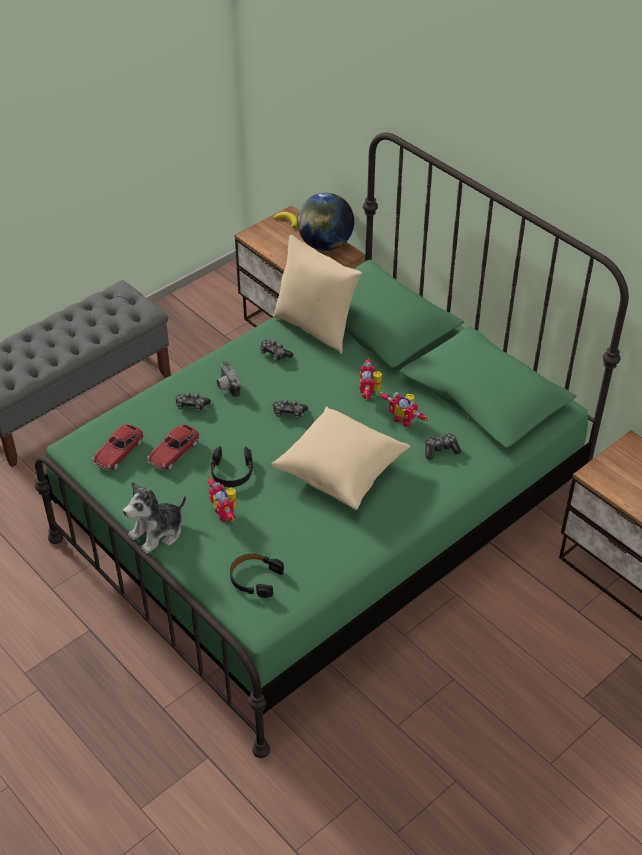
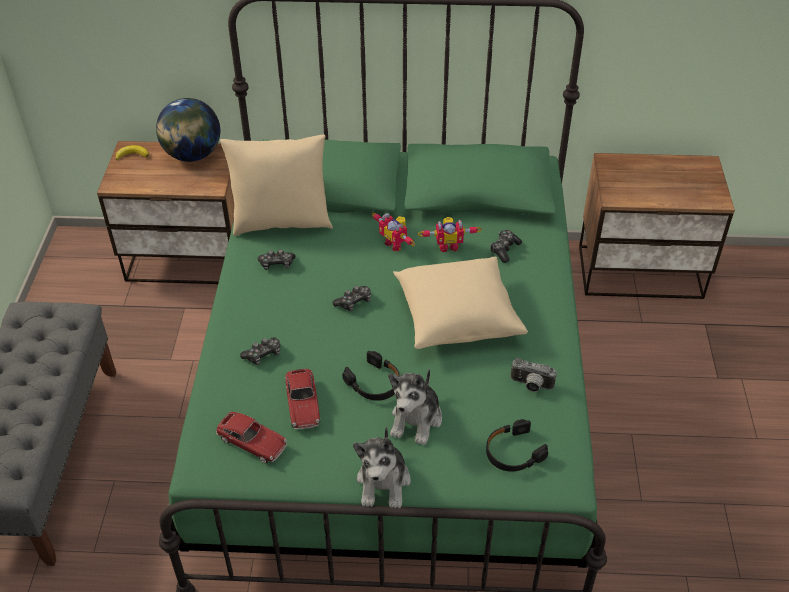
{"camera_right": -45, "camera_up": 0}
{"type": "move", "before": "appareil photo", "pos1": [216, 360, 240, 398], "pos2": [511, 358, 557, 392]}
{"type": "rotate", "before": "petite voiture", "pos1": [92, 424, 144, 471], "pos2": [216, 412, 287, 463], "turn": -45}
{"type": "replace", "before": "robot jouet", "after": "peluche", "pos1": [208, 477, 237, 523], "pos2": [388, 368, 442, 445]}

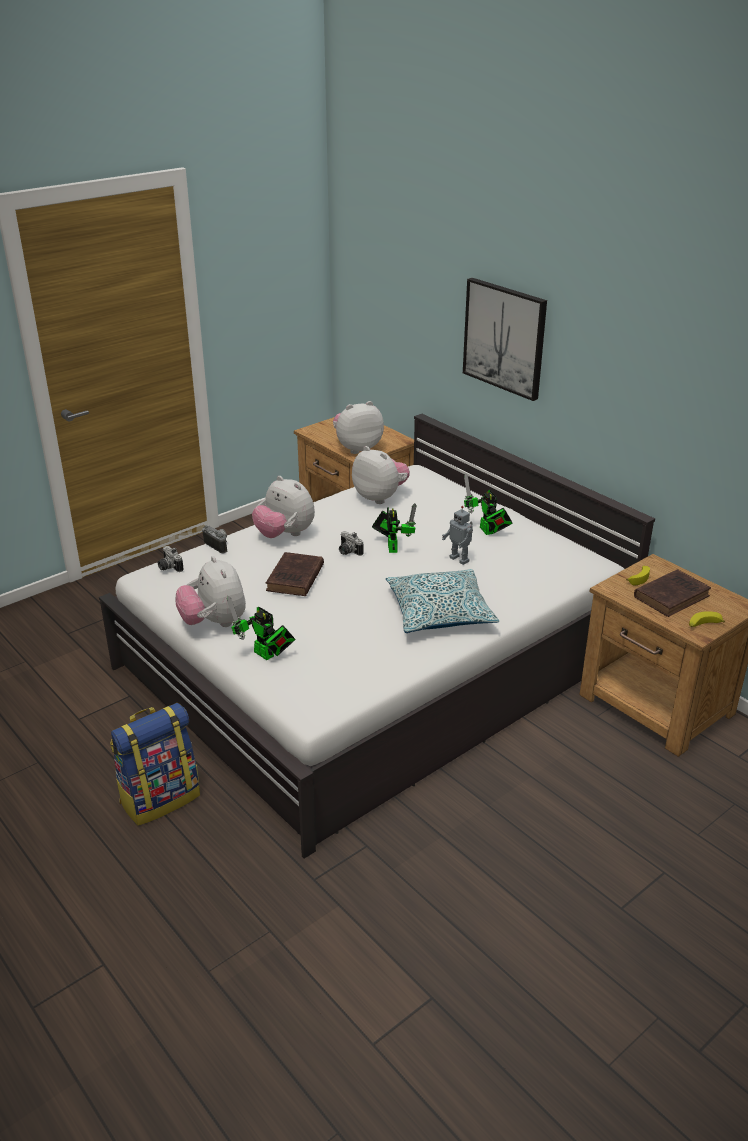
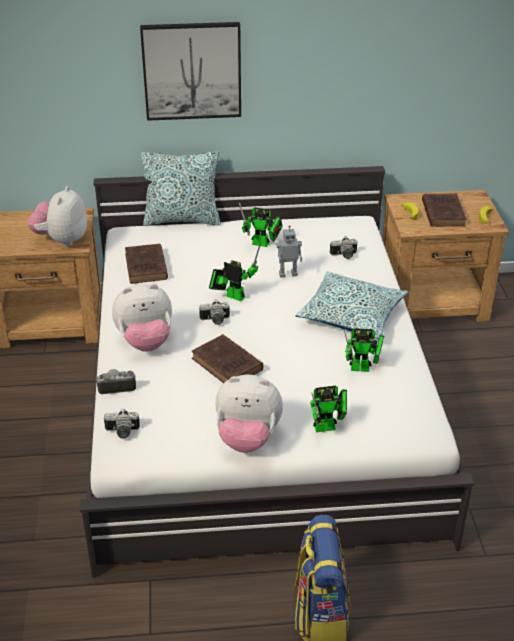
{"camera_right": -55, "camera_up": 5}
{"type": "replace", "before": "peluche", "after": "livre (marron)", "pos1": [352, 446, 410, 504], "pos2": [125, 244, 168, 284]}
{"type": "insert", "after": "coussin", "pos2": [141, 151, 221, 226]}
{"type": "insert", "after": "appareil photo", "pos2": [330, 236, 358, 259]}
{"type": "insert", "after": "robot jouet", "pos2": [344, 329, 384, 372]}

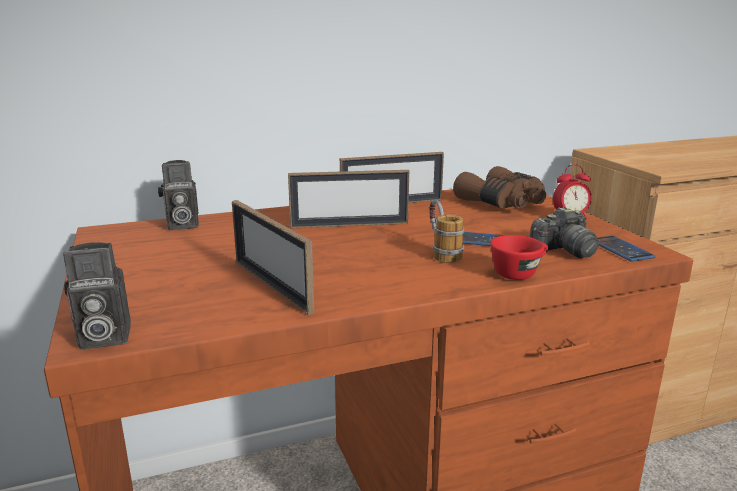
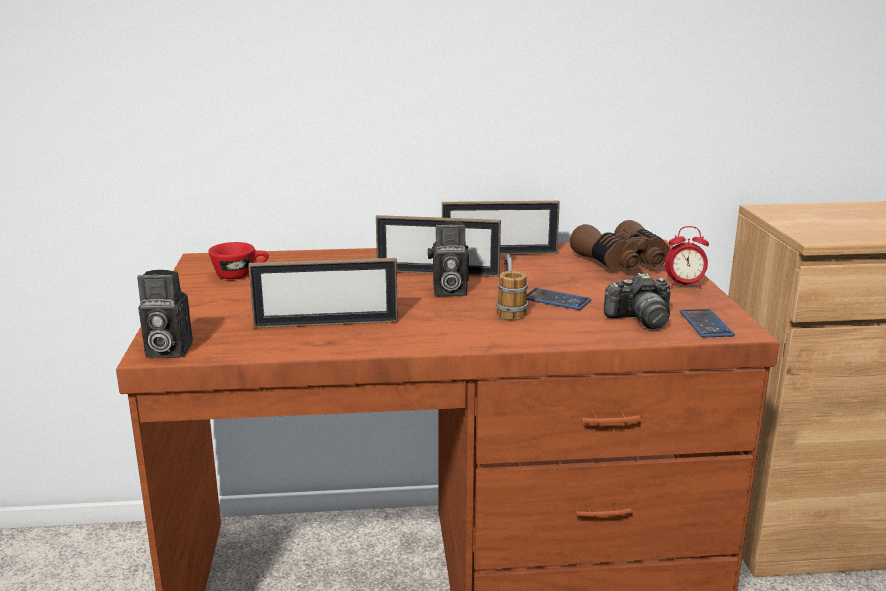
{"camera_right": 15, "camera_up": 0}
{"type": "move", "before": "appareil photo", "pos1": [158, 160, 199, 230], "pos2": [427, 221, 469, 296]}
{"type": "rotate", "before": "cadre photo", "pos1": [232, 200, 314, 315], "pos2": [248, 258, 398, 328], "turn": -75}
{"type": "move", "before": "tasse (rouge)", "pos1": [490, 235, 548, 280], "pos2": [208, 242, 269, 279]}

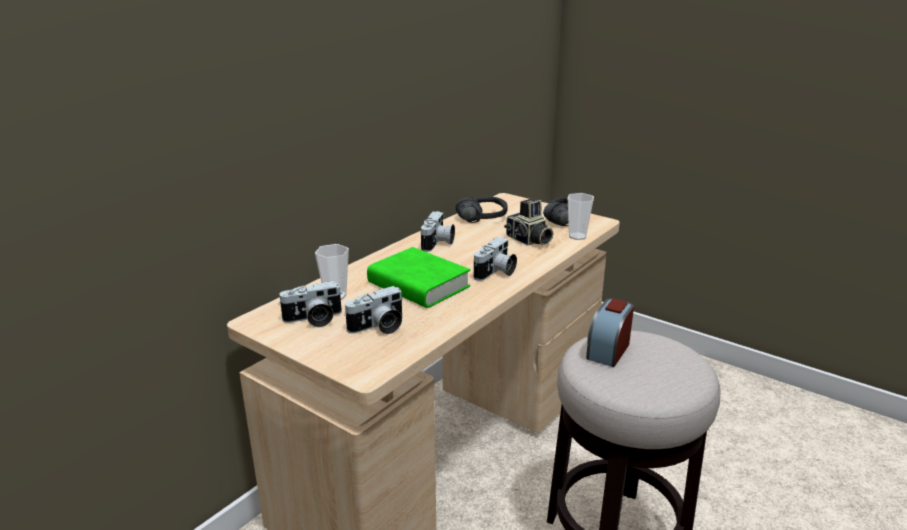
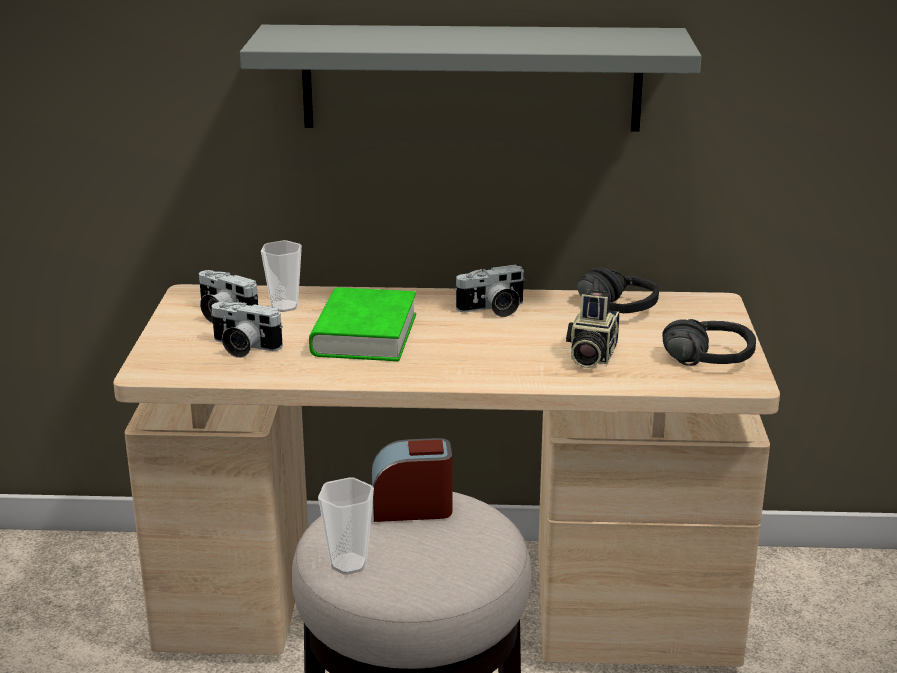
{"camera_right": 55, "camera_up": 0}
{"type": "move", "before": "tasse", "pos1": [568, 193, 594, 240], "pos2": [318, 477, 374, 575]}
{"type": "delete", "before": "appareil photo", "pos1": [474, 237, 517, 281]}
{"type": "insert", "after": "étagère (gris)", "pos2": [240, 25, 702, 132]}

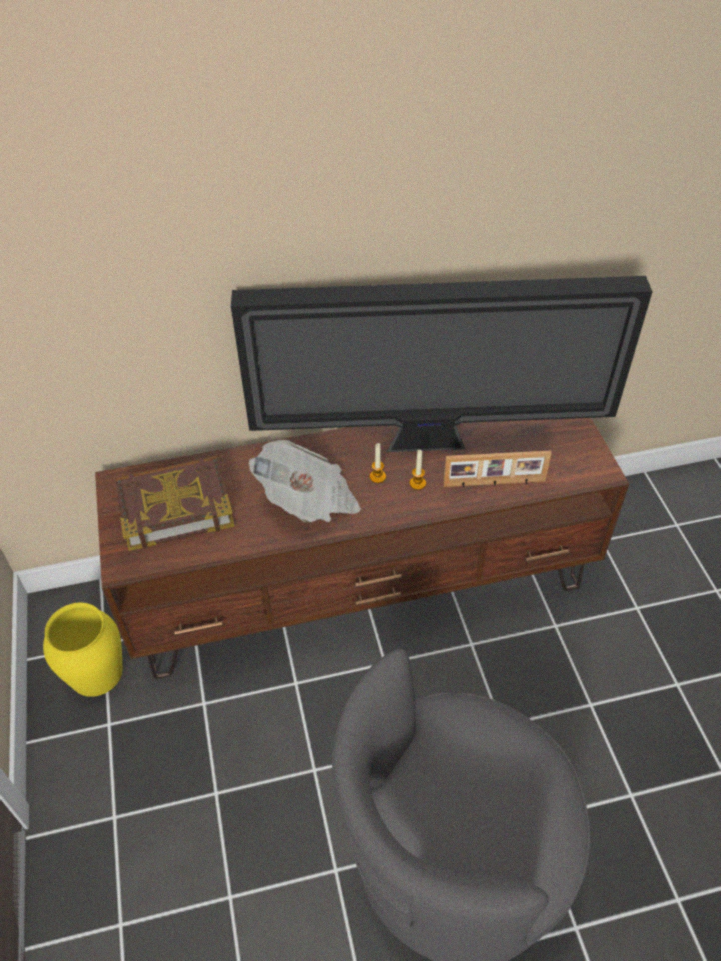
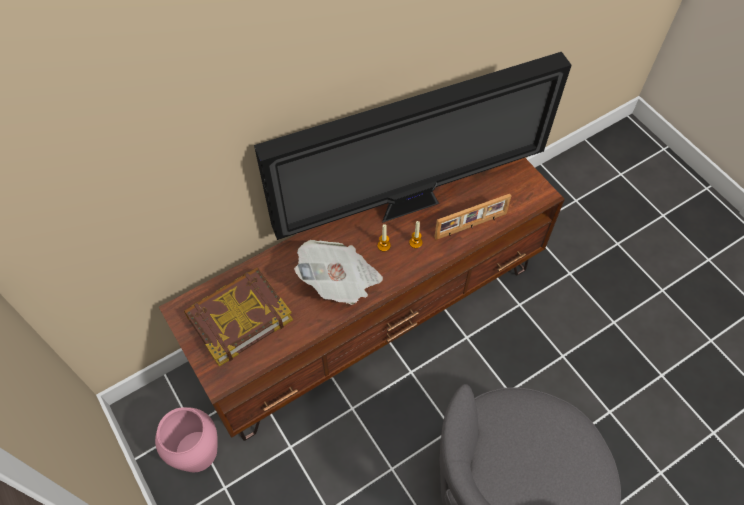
{"camera_right": -20, "camera_up": 10}
{"type": "recolor", "before": "vase (jaune)", "after": "vase (rose)", "pos1": [43, 603, 122, 697], "pos2": [155, 407, 218, 472]}

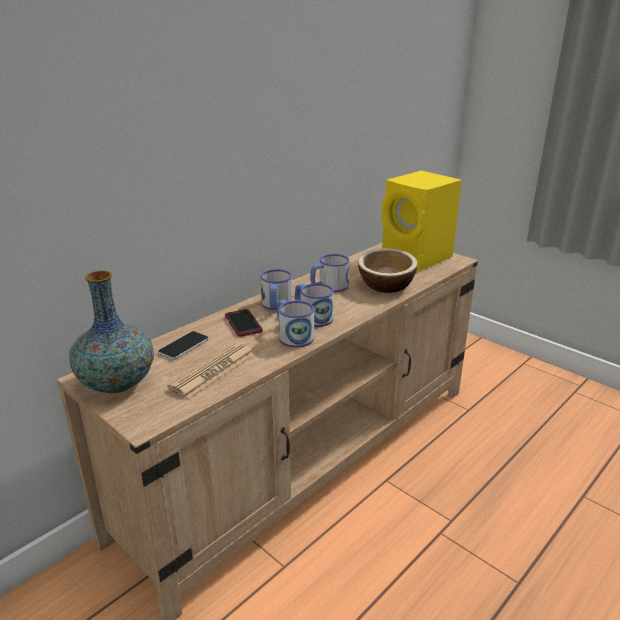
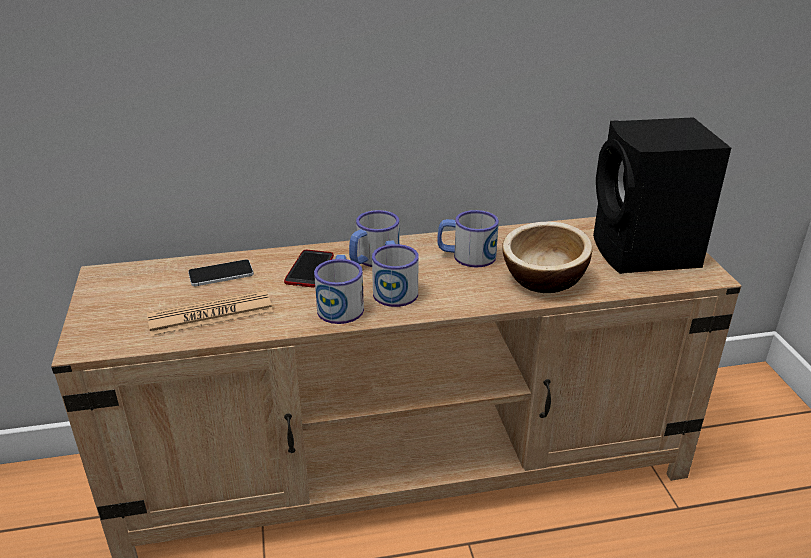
{"camera_right": 35, "camera_up": 5}
{"type": "recolor", "before": "enceinte (jaune)", "after": "enceinte (noir)", "pos1": [381, 171, 462, 271], "pos2": [593, 117, 731, 274]}
{"type": "delete", "before": "vase", "pos1": [69, 271, 154, 393]}

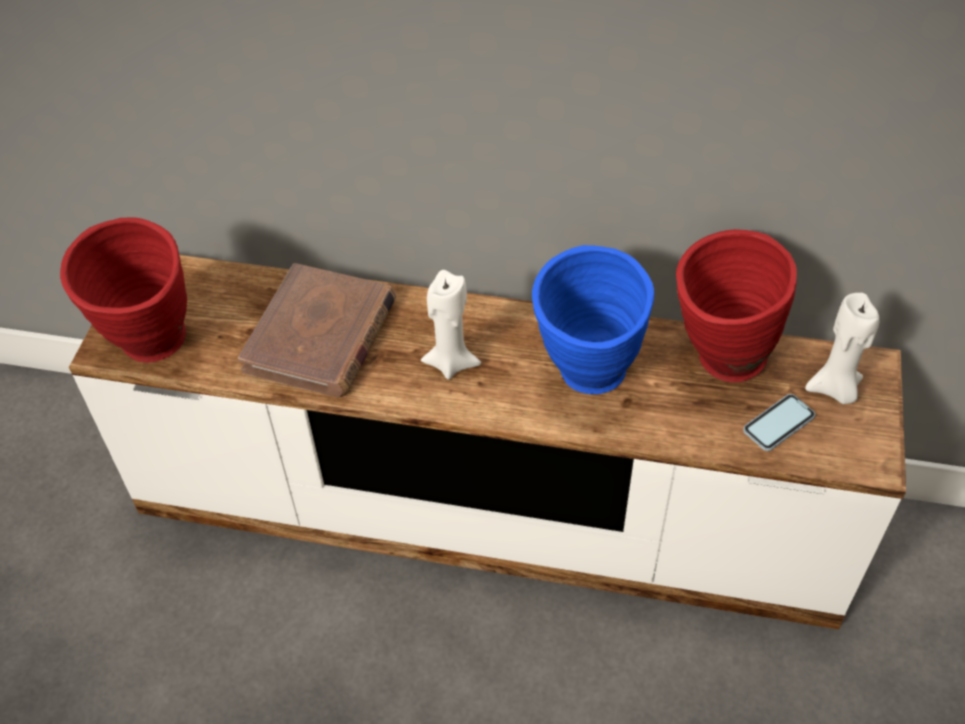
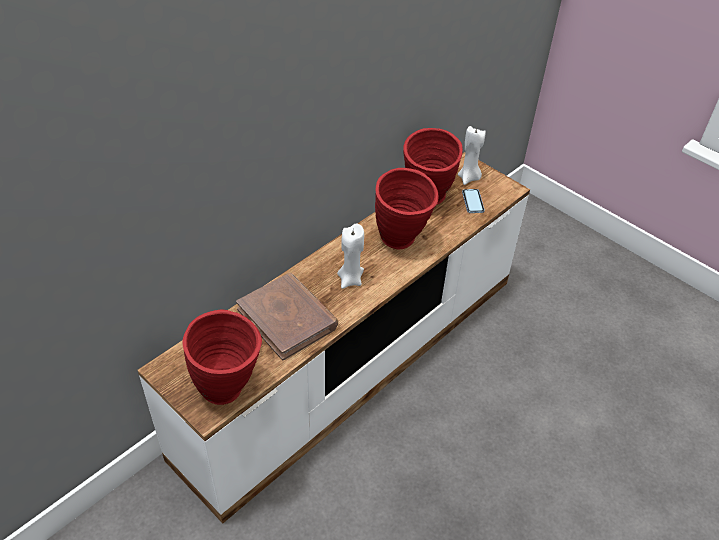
{"camera_right": -60, "camera_up": -5}
{"type": "recolor", "before": "vase (bleu)", "after": "vase (rouge)", "pos1": [532, 245, 654, 394], "pos2": [375, 168, 439, 250]}

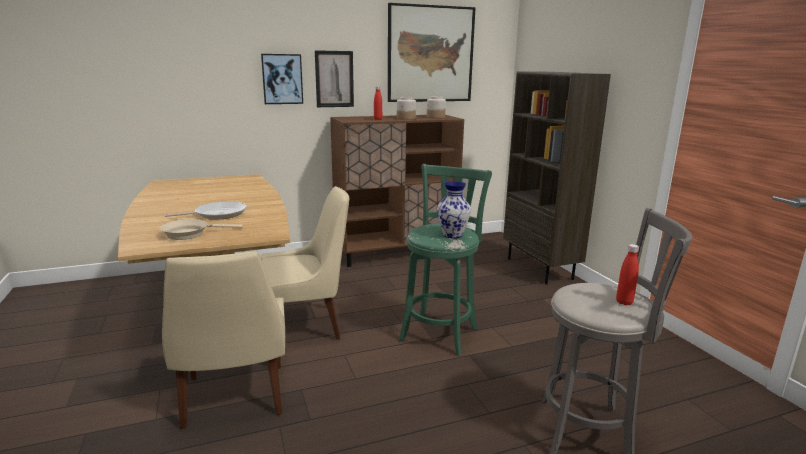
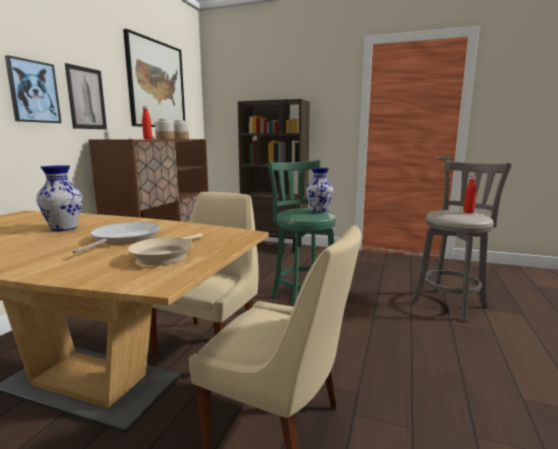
{"camera_right": -50, "camera_up": -5}
{"type": "insert", "after": "vase", "pos2": [36, 165, 82, 231]}

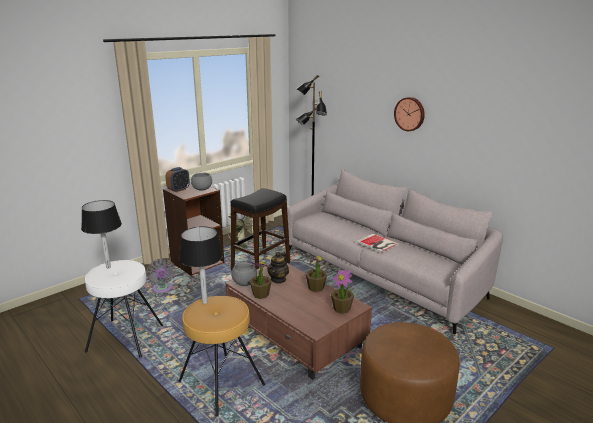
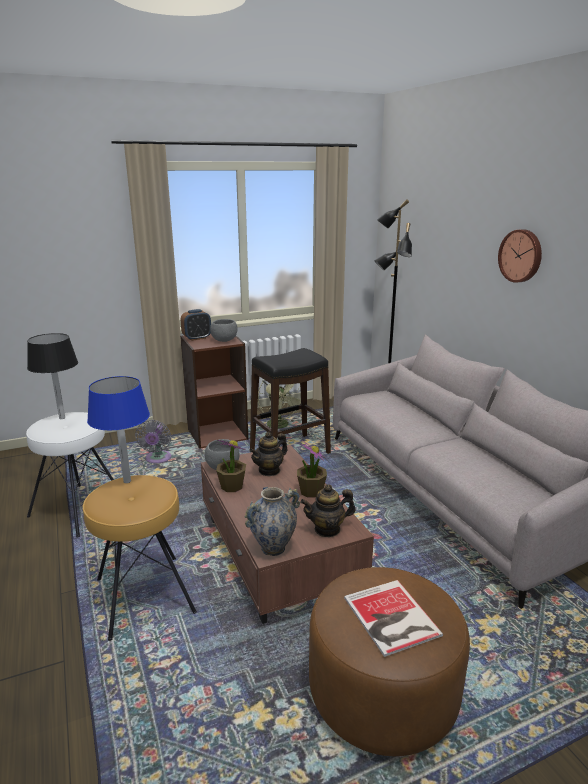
{"camera_right": 20, "camera_up": 0}
{"type": "recolor", "before": "lampe de table (noir)", "after": "lampe de table (bleu)", "pos1": [179, 226, 223, 304], "pos2": [87, 376, 150, 483]}
{"type": "move", "before": "livre", "pos1": [356, 233, 399, 253], "pos2": [344, 580, 443, 657]}
{"type": "replace", "before": "plante en pot", "after": "théière", "pos1": [331, 269, 354, 314], "pos2": [300, 484, 356, 537]}
{"type": "insert", "after": "vase", "pos2": [245, 487, 300, 556]}

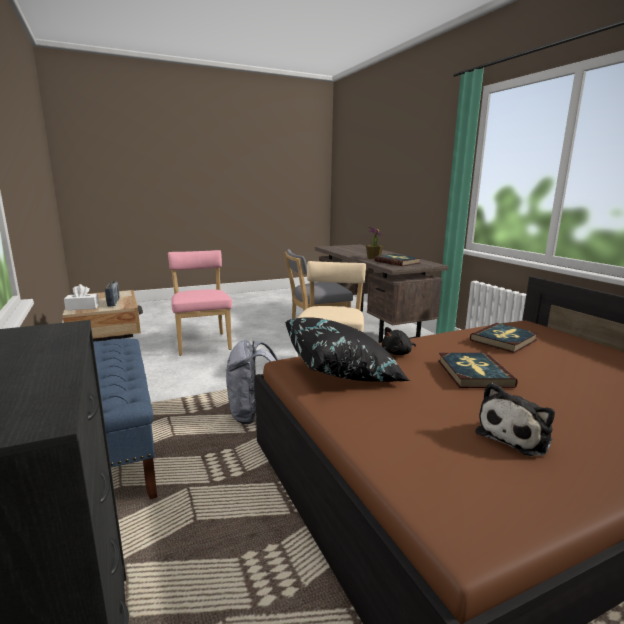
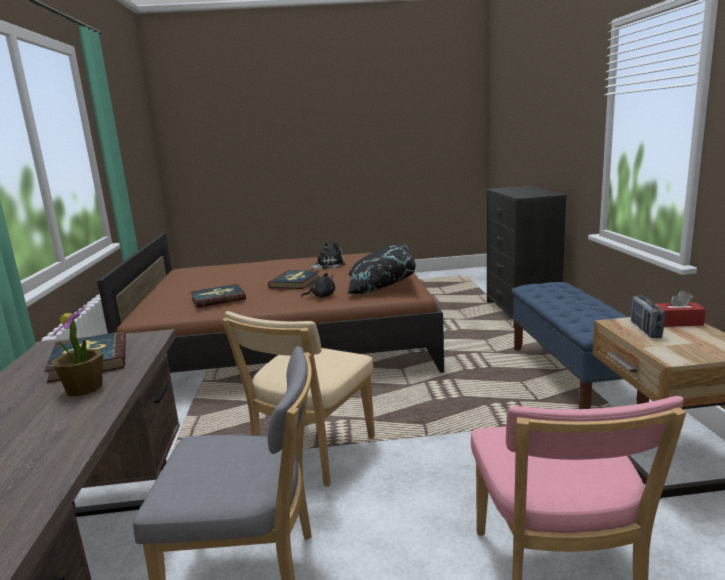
{"camera_right": -160, "camera_up": 0}
{"type": "recolor", "before": "boîte à mouchoirs (blanc)", "after": "boîte à mouchoirs (rouge)", "pos1": [64, 284, 99, 310], "pos2": [656, 291, 706, 327]}
{"type": "delete", "before": "sac à dos (gris)", "pos1": [226, 340, 278, 424]}

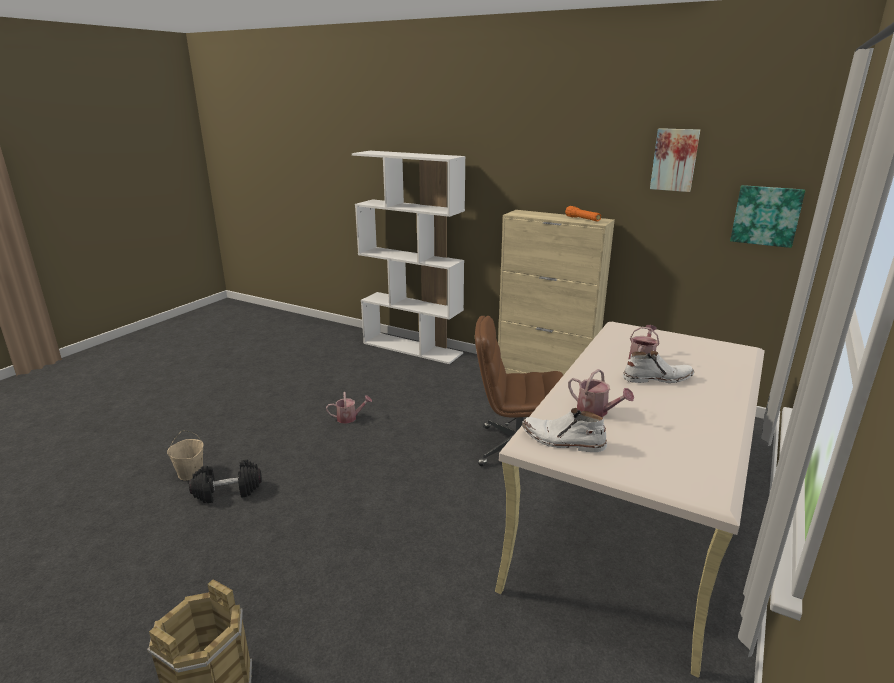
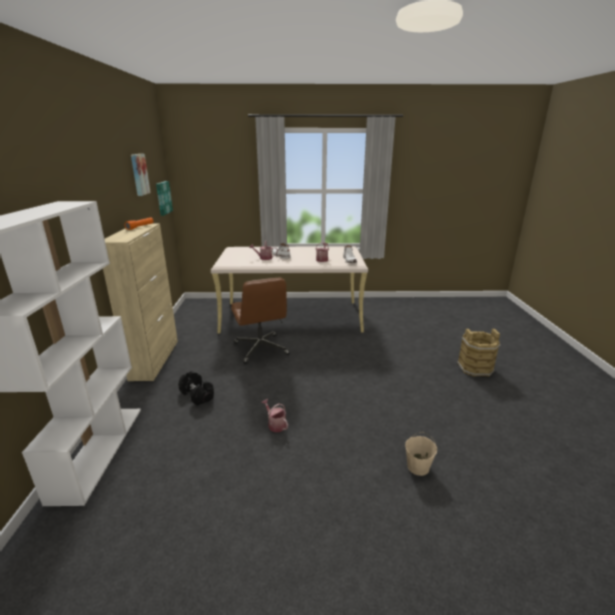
{"camera_right": -120, "camera_up": 0}
{"type": "move", "before": "haltère (noir)", "pos1": [189, 460, 262, 503], "pos2": [178, 371, 214, 405]}

